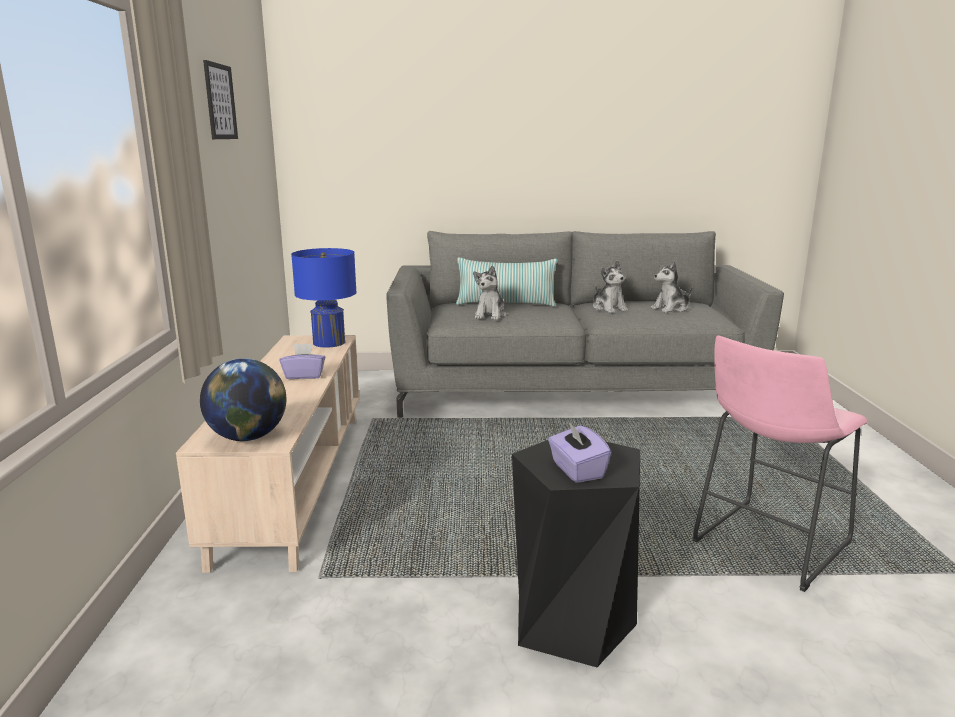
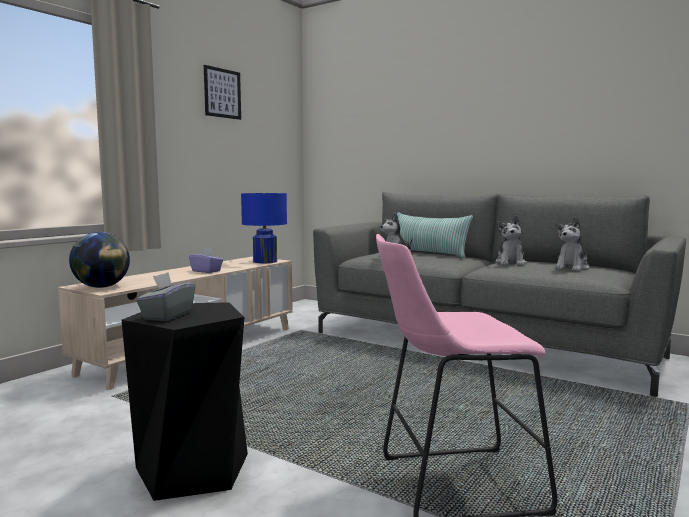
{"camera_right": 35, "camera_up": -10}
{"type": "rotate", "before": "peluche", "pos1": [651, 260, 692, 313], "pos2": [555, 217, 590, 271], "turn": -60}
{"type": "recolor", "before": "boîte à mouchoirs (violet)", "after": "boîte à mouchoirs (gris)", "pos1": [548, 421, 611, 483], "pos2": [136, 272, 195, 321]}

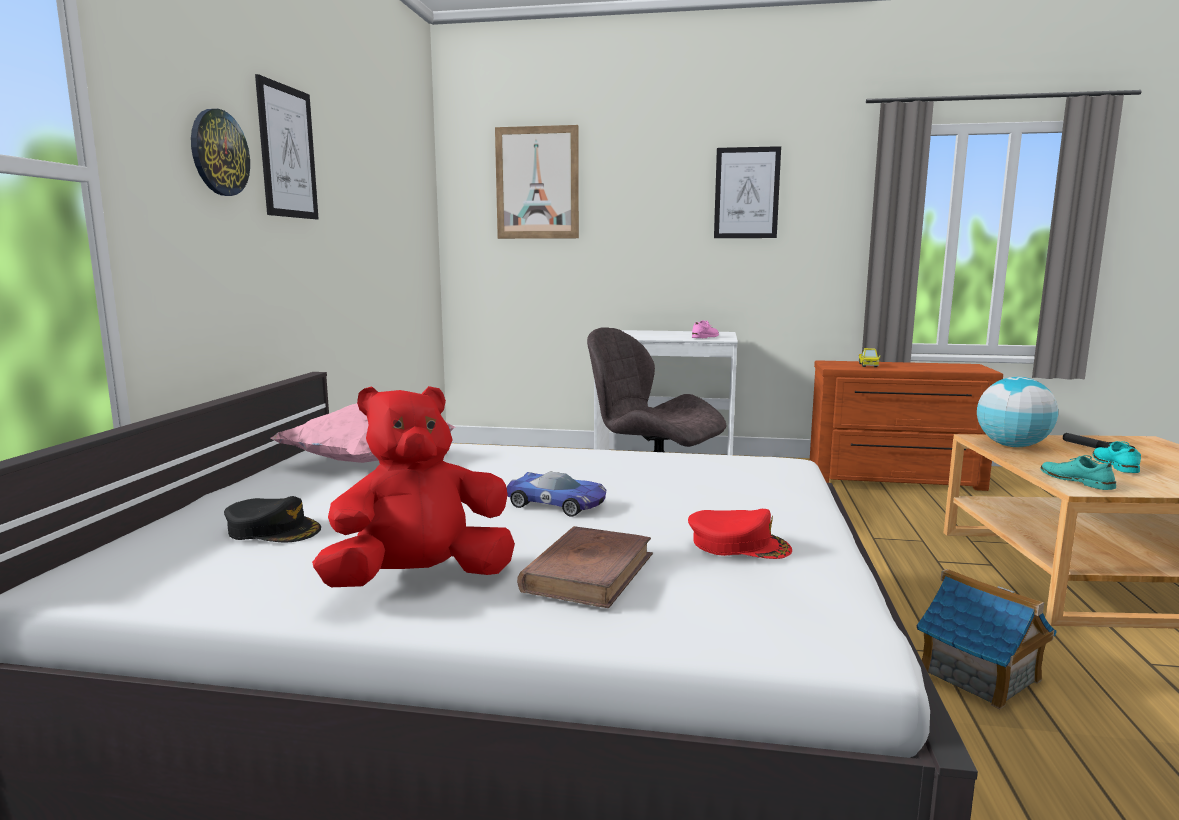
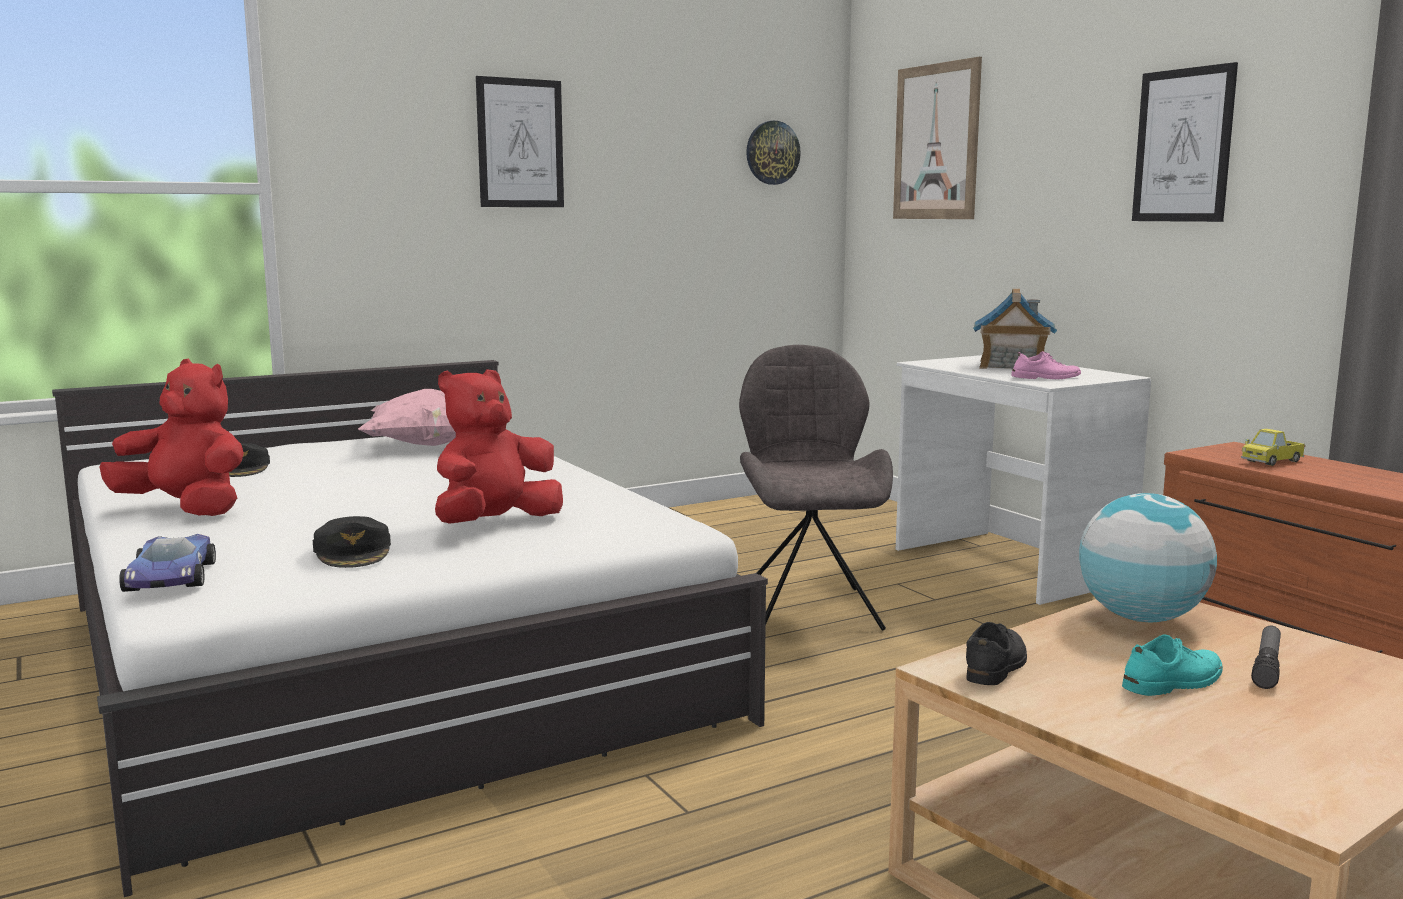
{"camera_right": 50, "camera_up": 0}
{"type": "move", "before": "horloge murale", "pos1": [191, 109, 250, 196], "pos2": [746, 121, 801, 185]}
{"type": "recolor", "before": "chaussure (turquoise)", "after": "chaussure (noir)", "pos1": [1040, 455, 1116, 490], "pos2": [966, 622, 1027, 685]}
{"type": "move", "before": "petite voiture", "pos1": [507, 471, 606, 517], "pos2": [119, 534, 216, 592]}
{"type": "recolor", "before": "casquette (rouge)", "after": "casquette (noir)", "pos1": [688, 509, 792, 559], "pos2": [313, 516, 391, 568]}
{"type": "delete", "before": "livre (marron)", "pos1": [517, 526, 653, 608]}
{"type": "move", "before": "maison miniature", "pos1": [916, 569, 1057, 709], "pos2": [973, 289, 1057, 369]}
{"type": "insert", "after": "peluche (rouge)", "pos2": [435, 369, 563, 524]}

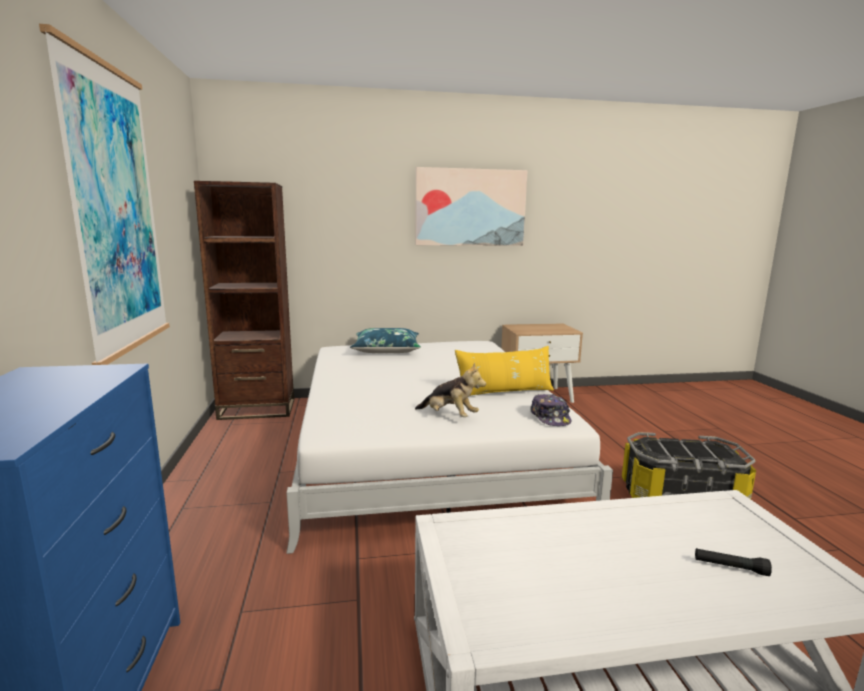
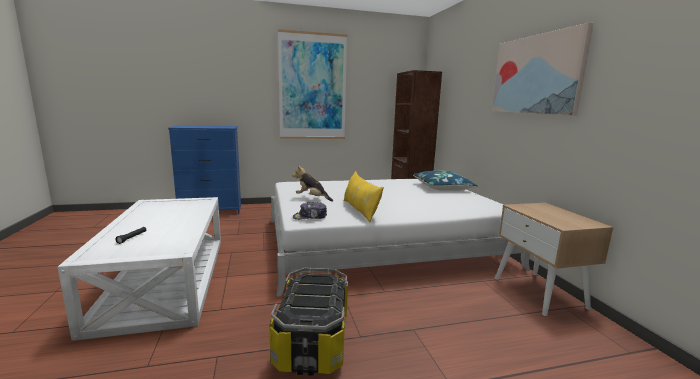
{"camera_right": 85, "camera_up": 0}
{"type": "rotate", "before": "peluche", "pos1": [415, 362, 486, 417], "pos2": [292, 165, 333, 202], "turn": 90}

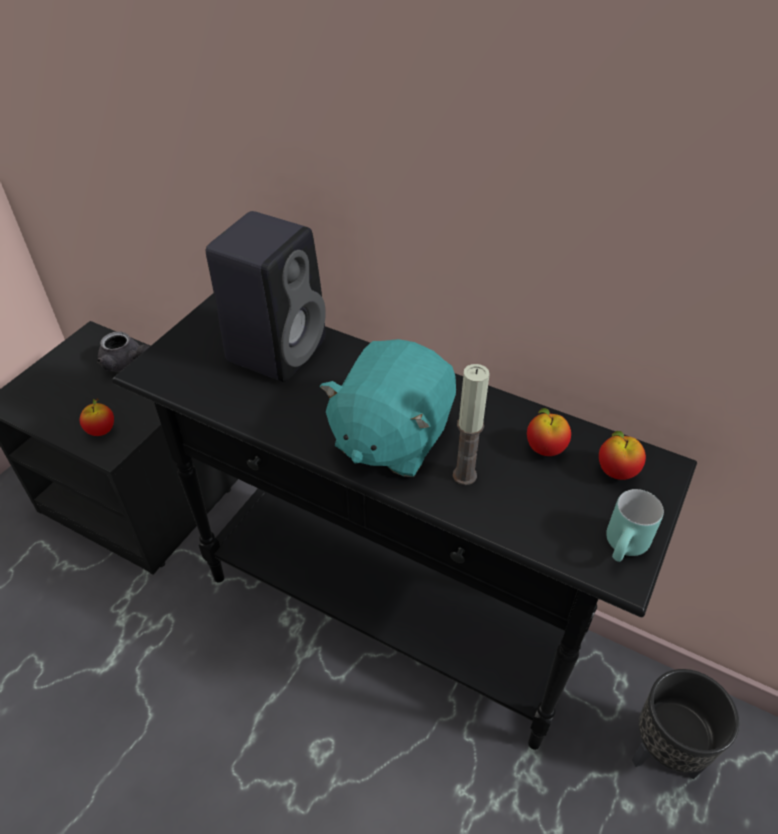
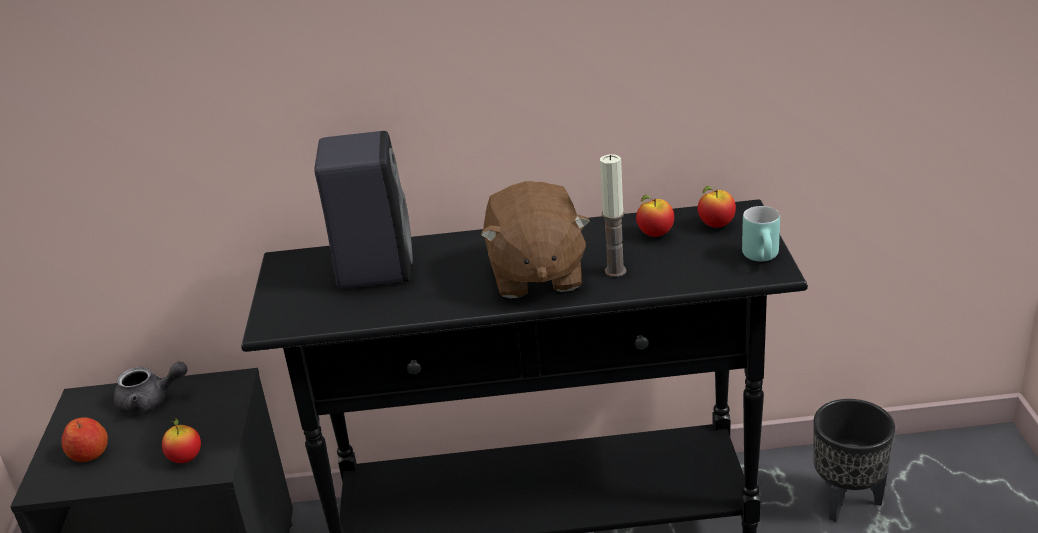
{"camera_right": -30, "camera_up": -15}
{"type": "recolor", "before": "peluche (turquoise)", "after": "peluche (marron)", "pos1": [320, 339, 456, 477], "pos2": [480, 181, 590, 299]}
{"type": "insert", "after": "pomme", "pos2": [61, 417, 108, 462]}

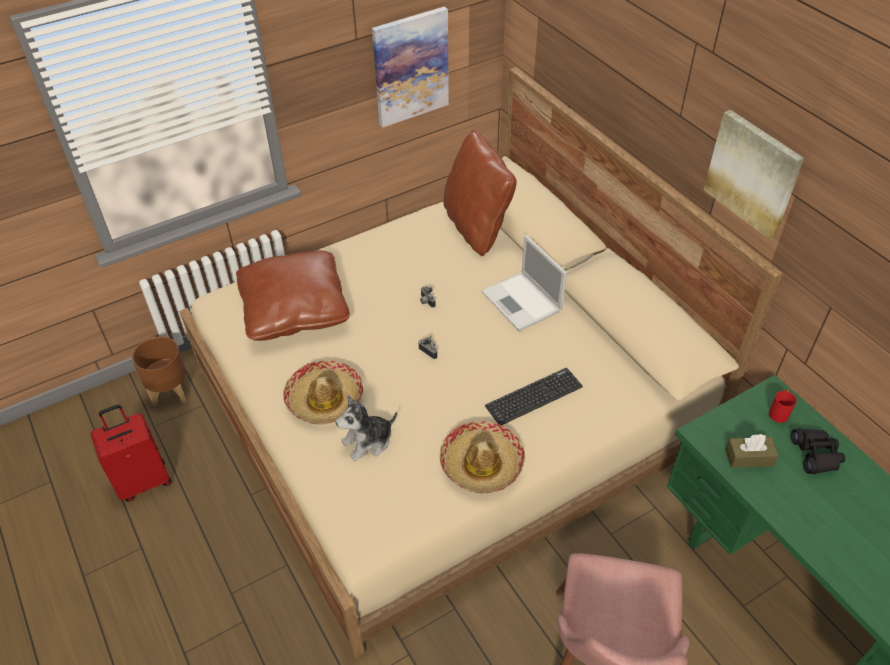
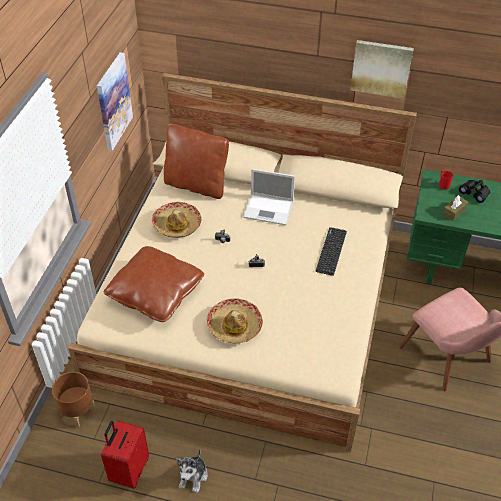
{"camera_right": -45, "camera_up": 0}
{"type": "move", "before": "peluche", "pos1": [336, 395, 397, 461], "pos2": [176, 448, 208, 493]}
{"type": "move", "before": "chapeau", "pos1": [440, 421, 525, 493], "pos2": [152, 202, 202, 238]}

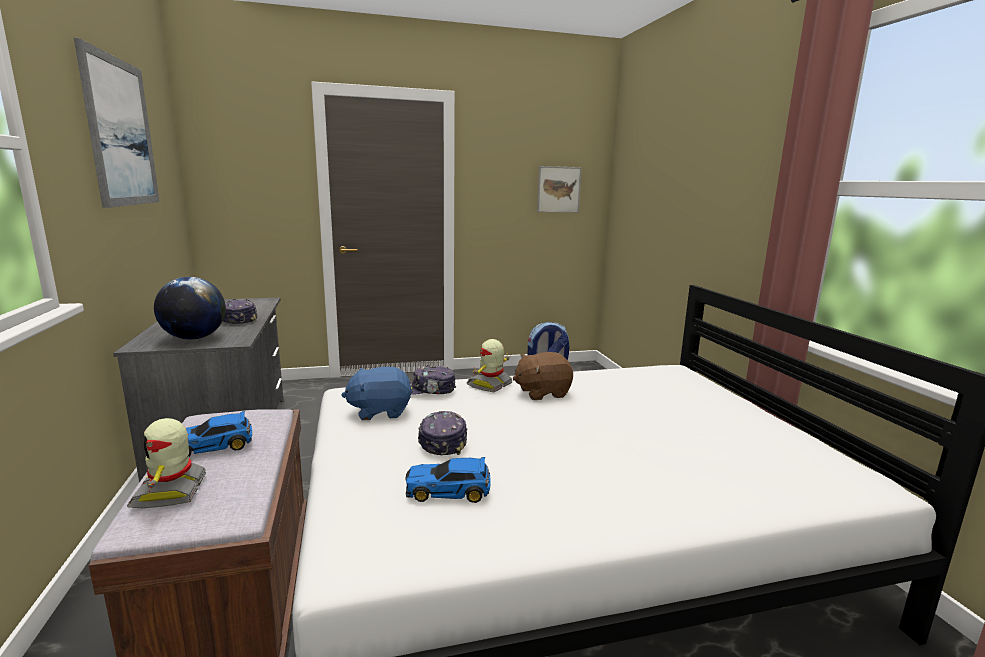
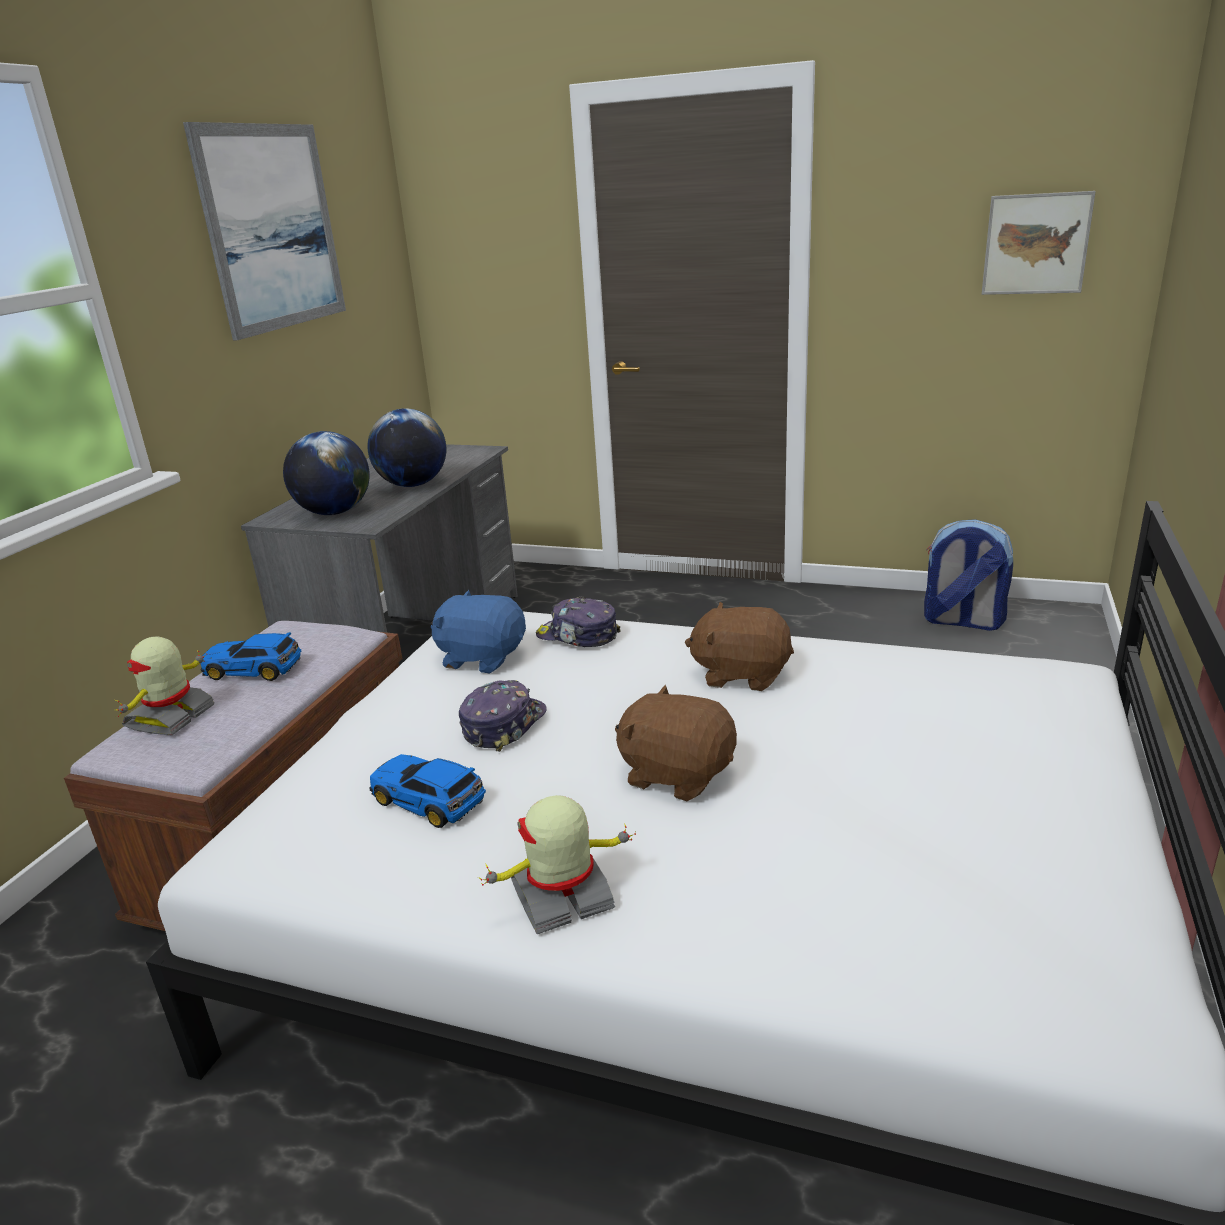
{"camera_right": 35, "camera_up": 10}
{"type": "replace", "before": "casquette", "after": "globe", "pos1": [223, 299, 257, 324], "pos2": [367, 408, 446, 487]}
{"type": "move", "before": "robot jouet", "pos1": [467, 339, 512, 392], "pos2": [478, 795, 636, 934]}
{"type": "insert", "after": "peluche (marron)", "pos2": [615, 685, 737, 801]}

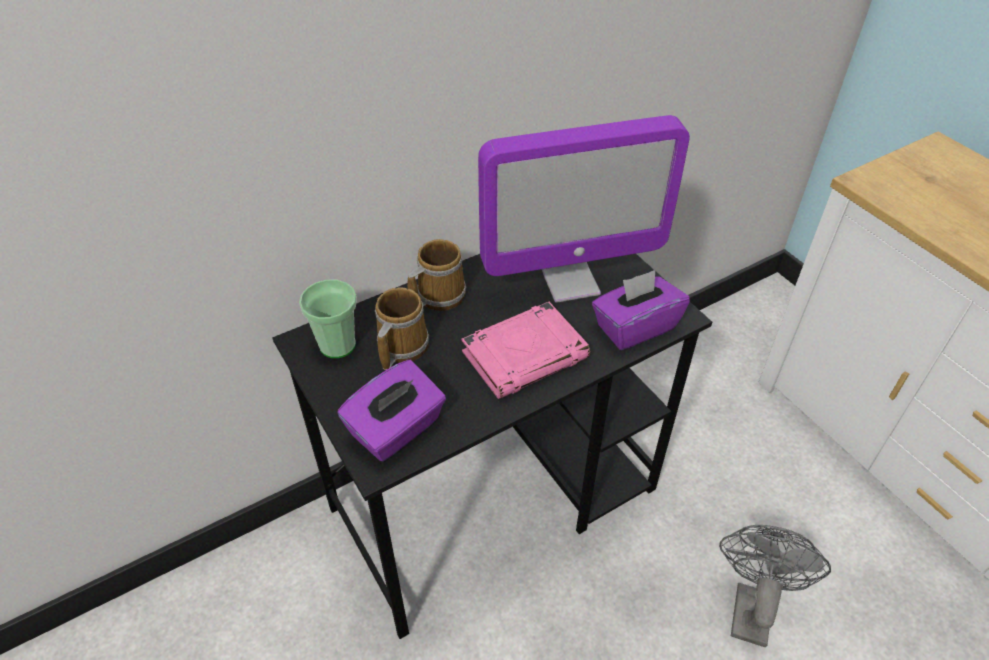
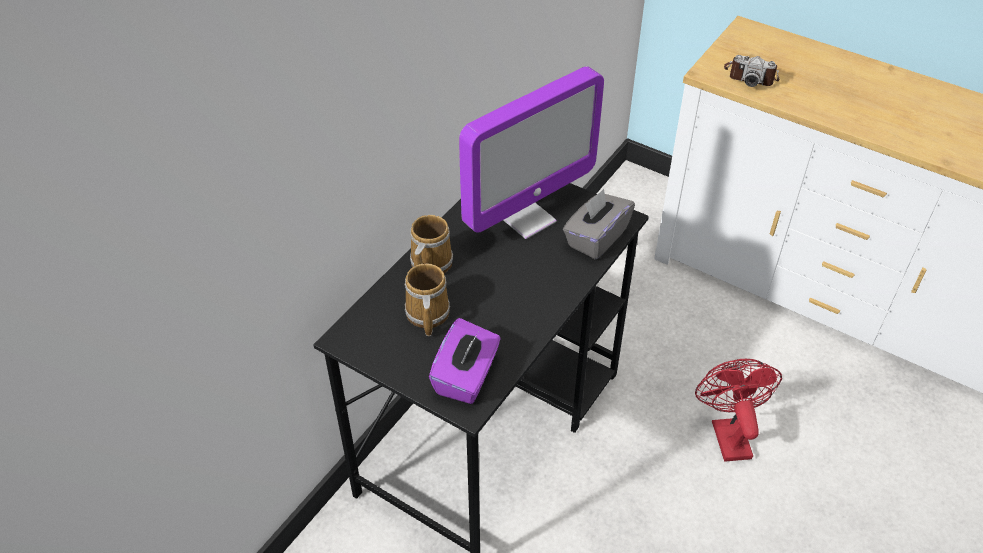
{"camera_right": -25, "camera_up": 0}
{"type": "recolor", "before": "boîte à mouchoirs (violet)", "after": "boîte à mouchoirs (gris)", "pos1": [592, 270, 690, 350], "pos2": [563, 189, 635, 260]}
{"type": "delete", "before": "tasse", "pos1": [299, 280, 357, 358]}
{"type": "delete", "before": "livre (rose)", "pos1": [461, 302, 591, 399]}
{"type": "recolor", "before": "ventilateur (gris)", "after": "ventilateur (rouge)", "pos1": [719, 525, 831, 647], "pos2": [695, 359, 782, 462]}
{"type": "insert", "after": "appareil photo", "pos2": [724, 55, 779, 87]}

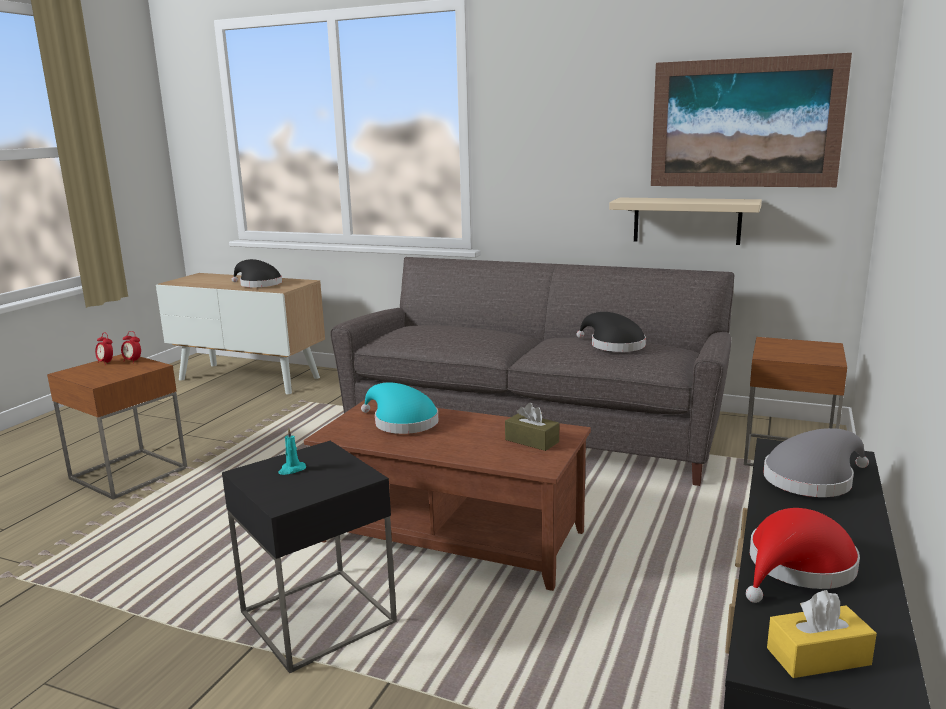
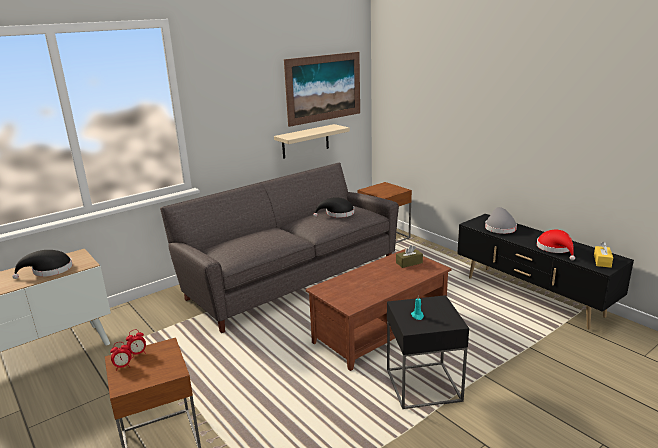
{"camera_right": -60, "camera_up": 5}
{"type": "delete", "before": "chapeau (turquoise)", "pos1": [361, 383, 439, 434]}

